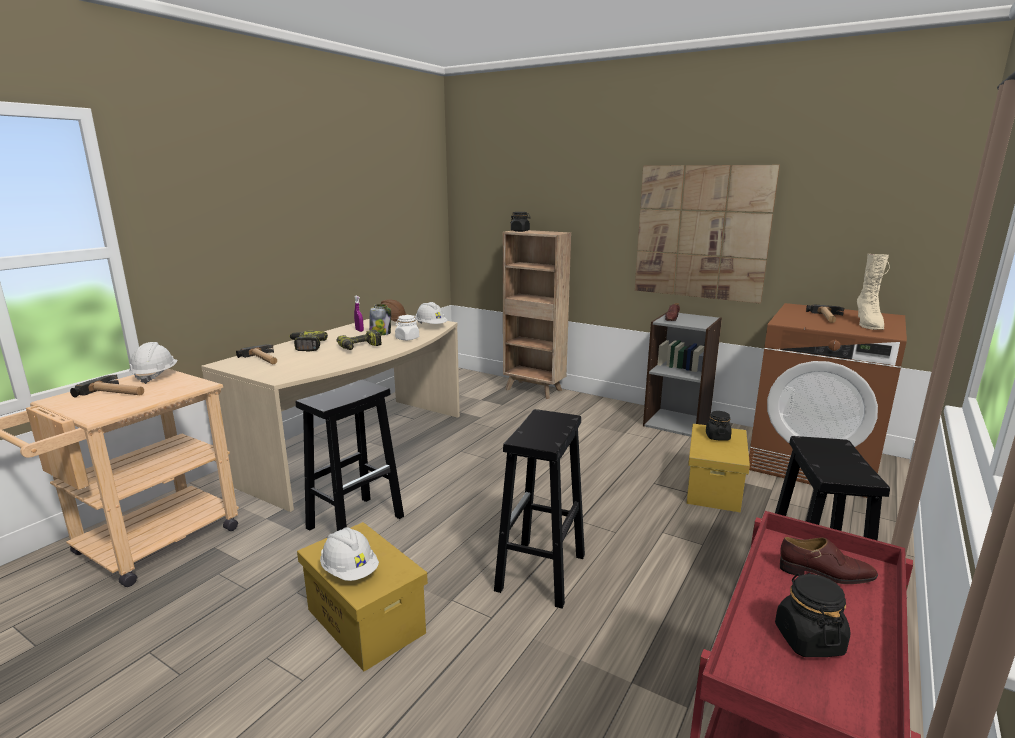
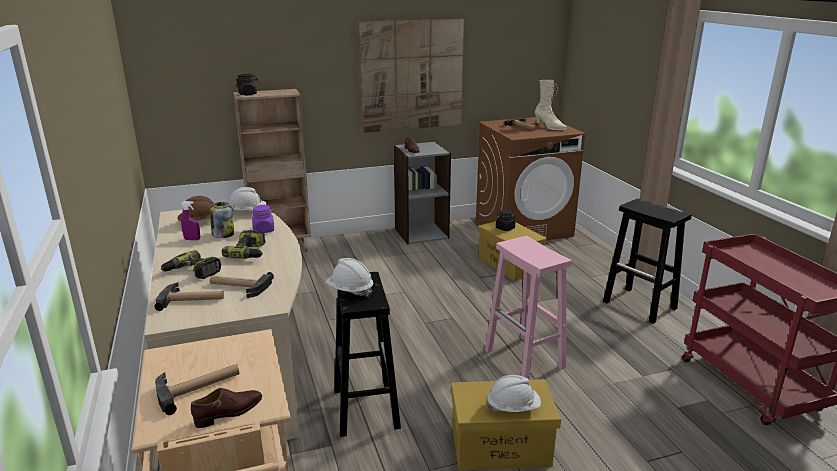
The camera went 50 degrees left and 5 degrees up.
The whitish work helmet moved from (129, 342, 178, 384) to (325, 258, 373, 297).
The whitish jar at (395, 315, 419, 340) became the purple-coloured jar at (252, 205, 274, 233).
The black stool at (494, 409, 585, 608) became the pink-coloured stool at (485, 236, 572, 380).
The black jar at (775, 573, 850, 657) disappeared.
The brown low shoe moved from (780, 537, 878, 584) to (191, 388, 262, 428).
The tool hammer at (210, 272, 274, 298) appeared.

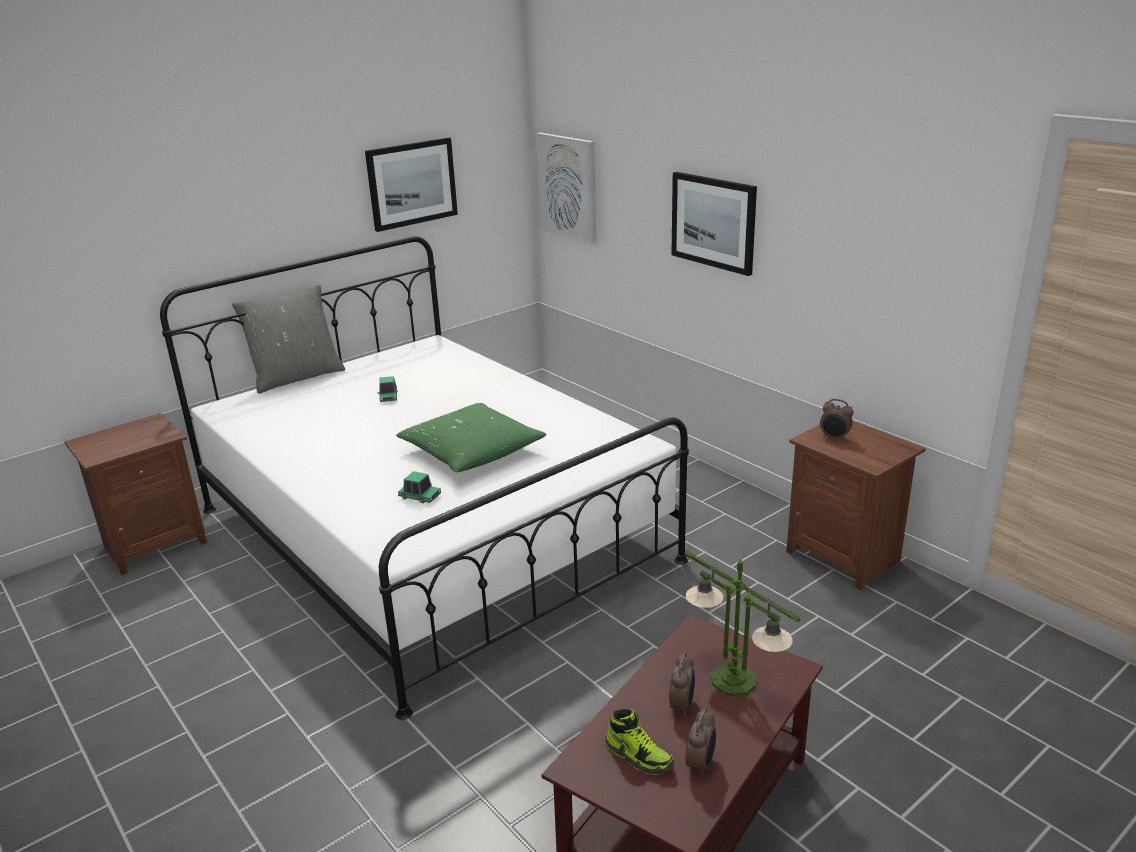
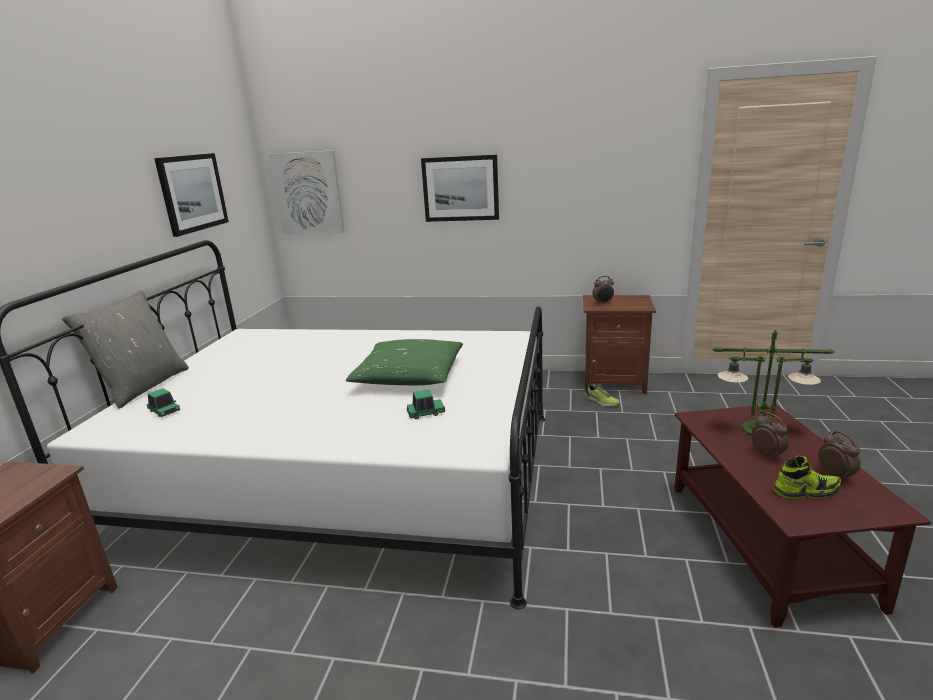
The camera went 40 degrees left and 5 degrees down.
The model car moved from (378, 376, 398, 402) to (147, 388, 180, 417).
The low shoe at (585, 384, 620, 407) appeared.

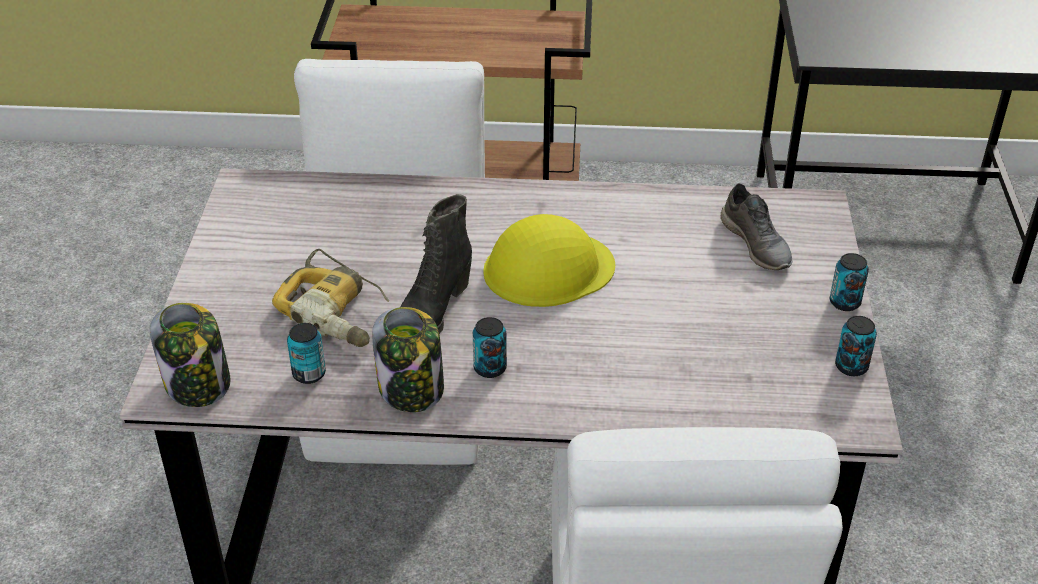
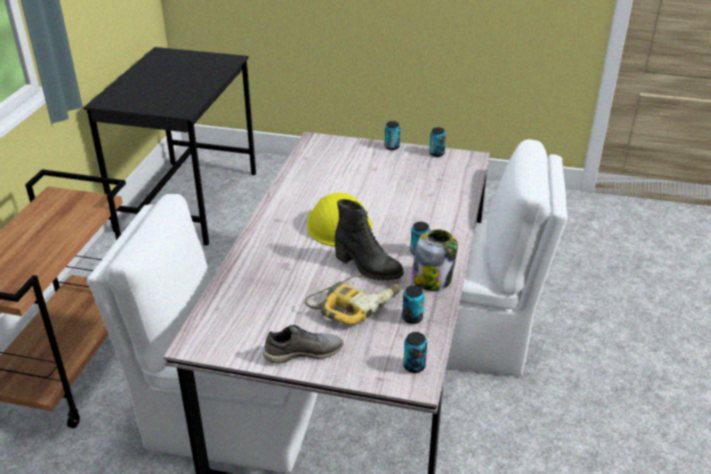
The camera went 80 degrees left and 5 degrees down.
The jar at (150, 303, 231, 407) was replaced by the sealed can at (403, 332, 427, 373).
The gray low shoe moved from (721, 183, 792, 270) to (263, 325, 344, 363).

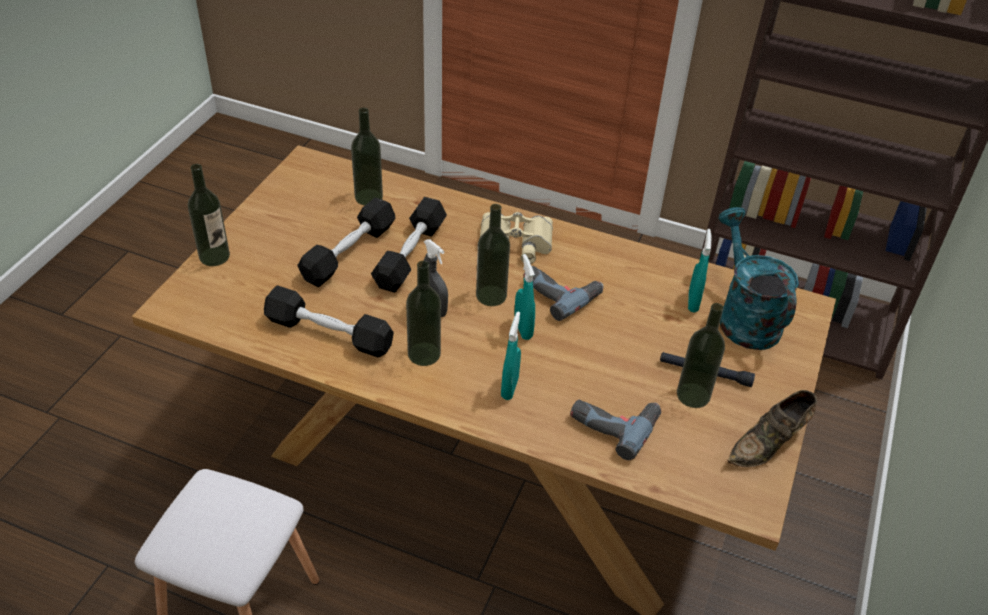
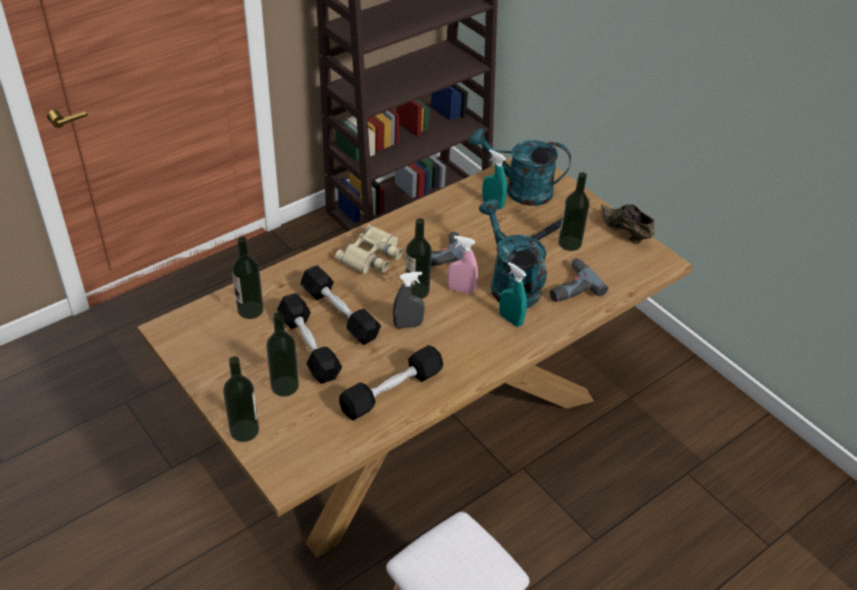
The camera went 60 degrees left and 0 degrees up.
The beverage bottle moved from (406, 261, 441, 366) to (266, 312, 299, 396).
The turquoise hand sprayer at (514, 254, 535, 340) became the pink-coloured hand sprayer at (447, 236, 478, 294).
The brown low shoe at (728, 390, 817, 467) turned 150 degrees clockwise.
The turquoise watering pot at (479, 199, 547, 308) appeared.

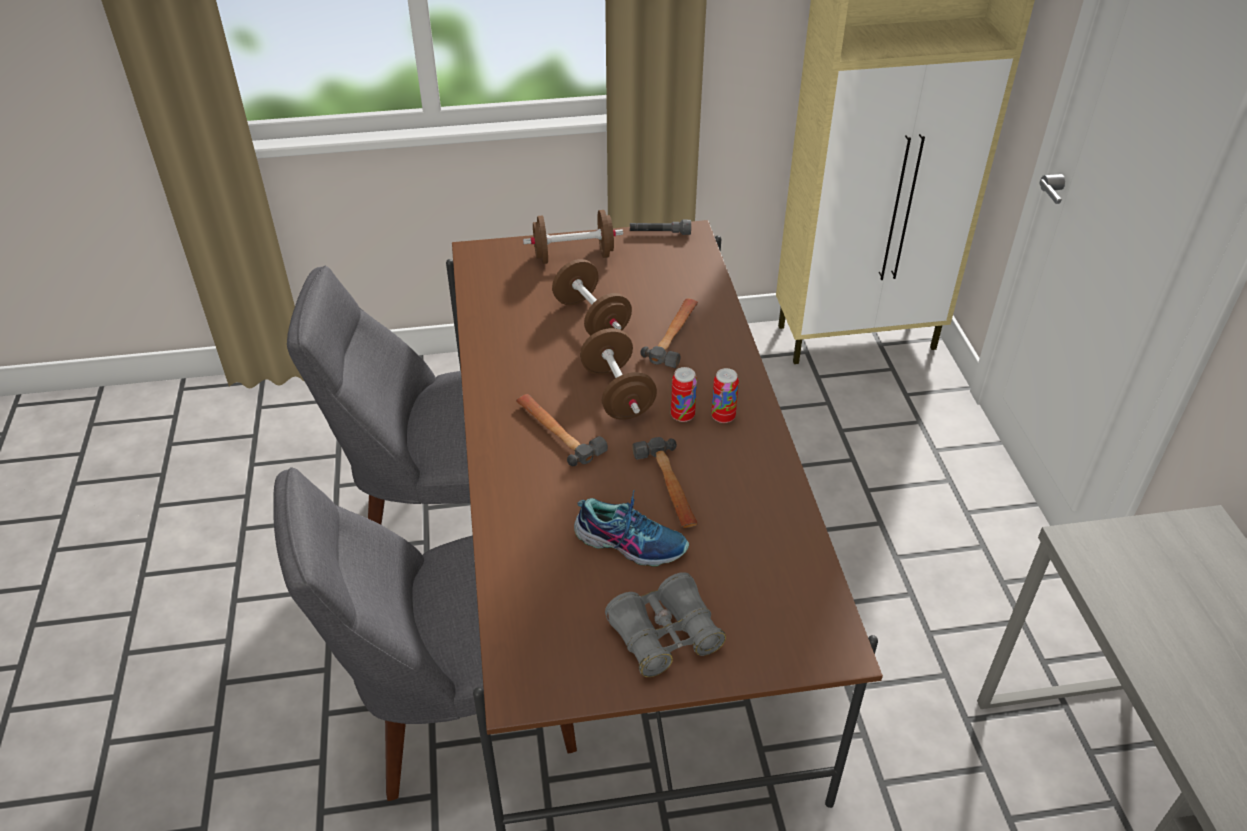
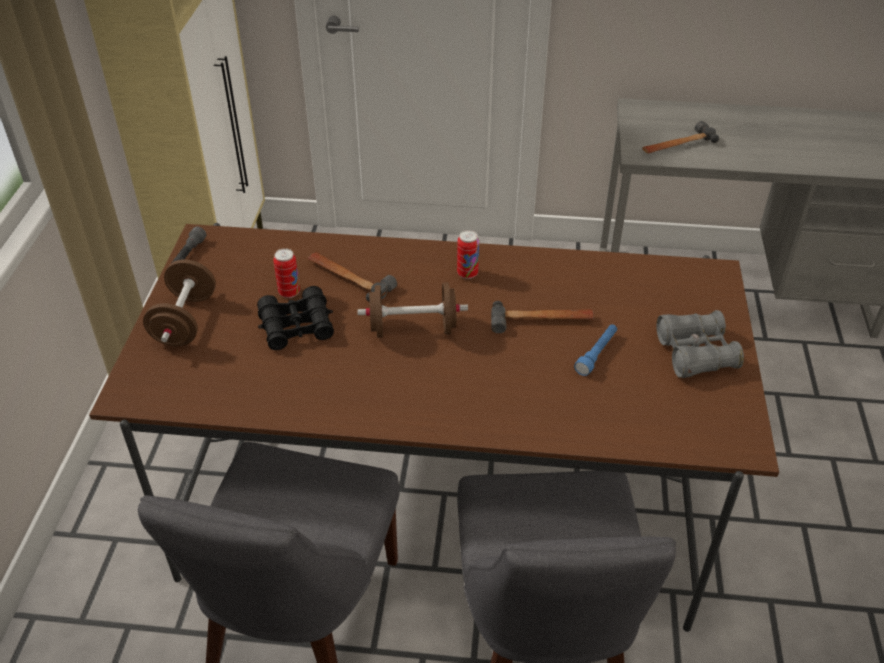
The camera went 75 degrees left and 0 degrees up.
The tool hammer moved from (516, 394, 608, 466) to (642, 121, 719, 153).
The brown free weight at (552, 259, 632, 336) was replaced by the black pair of binoculars at (257, 286, 334, 350).
The low shoe at (574, 490, 689, 567) was replaced by the bluish flashlight at (574, 324, 617, 376).
The sealed can moved from (671, 367, 697, 422) to (273, 248, 300, 298).

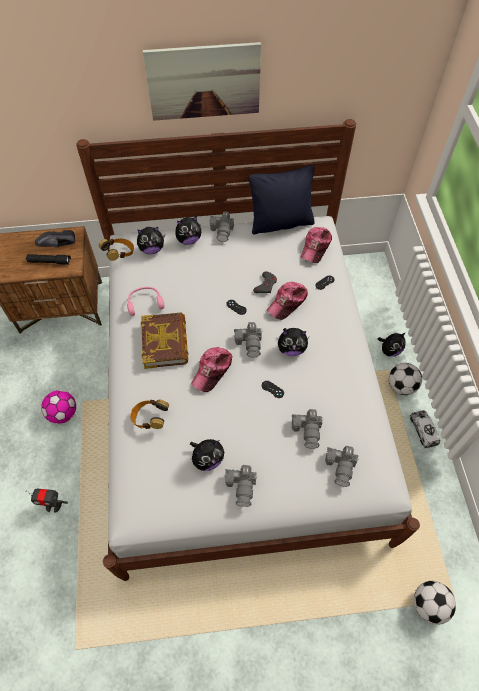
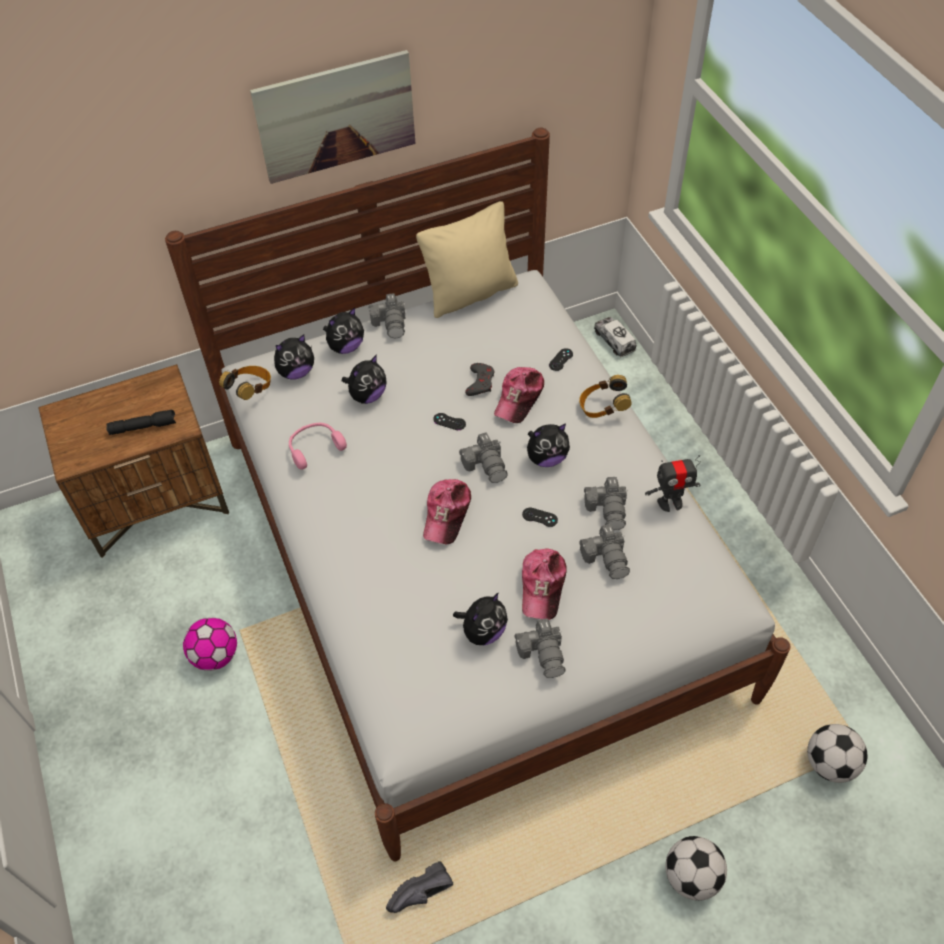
The camera went 15 degrees left and 5 degrees down.
The model robot moved from (26, 489, 68, 513) to (645, 455, 701, 512).
The black low shoe moved from (35, 230, 75, 248) to (386, 861, 453, 913).
The headset moved from (130, 399, 169, 429) to (579, 375, 632, 418).
The volume at (141, 313, 188, 369) disappeared.
The black pillow at (248, 165, 315, 235) became the sand-coloured pillow at (416, 201, 518, 318).
The cap moved from (301, 227, 332, 263) to (522, 548, 567, 620).
The photo camera moved from (325, 446, 359, 487) to (584, 477, 628, 530).
The soft toy moved from (378, 333, 406, 357) to (342, 354, 387, 404).
The football ball moved from (389, 363, 422, 395) to (665, 836, 727, 901).
The model truck moved from (410, 410, 440, 449) to (594, 317, 636, 358).

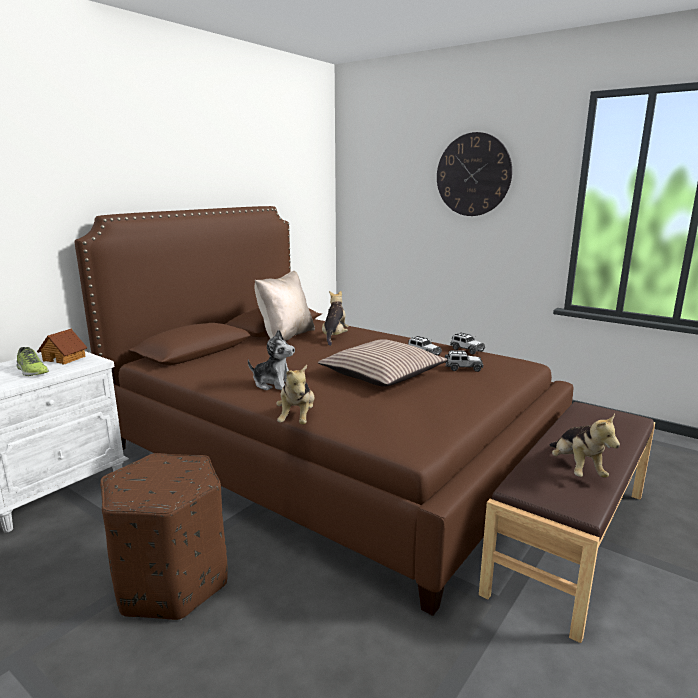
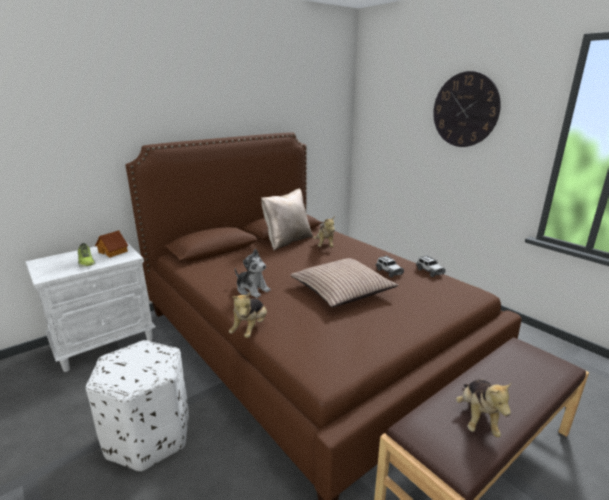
The camera went 15 degrees right and 5 degrees up.
The brown footrest at (100, 453, 228, 620) became the whitish footrest at (86, 340, 189, 472).
The soft toy at (322, 291, 349, 346) turned 150 degrees clockwise.
The model car at (445, 350, 484, 372) disappeared.

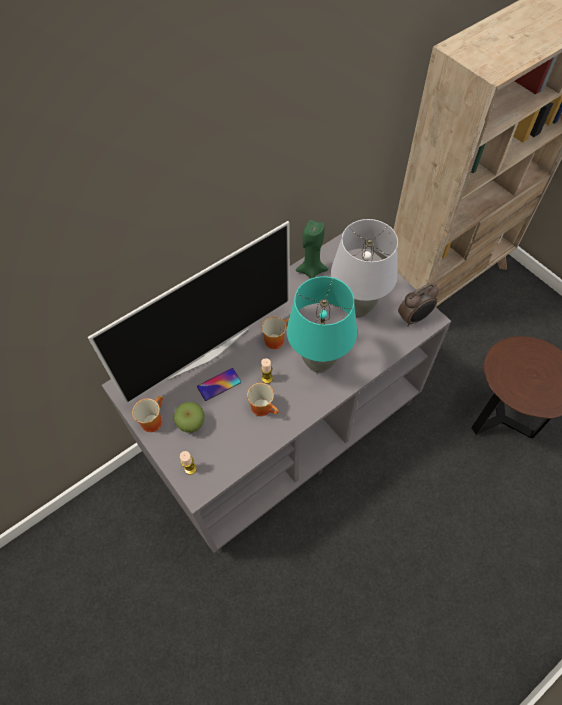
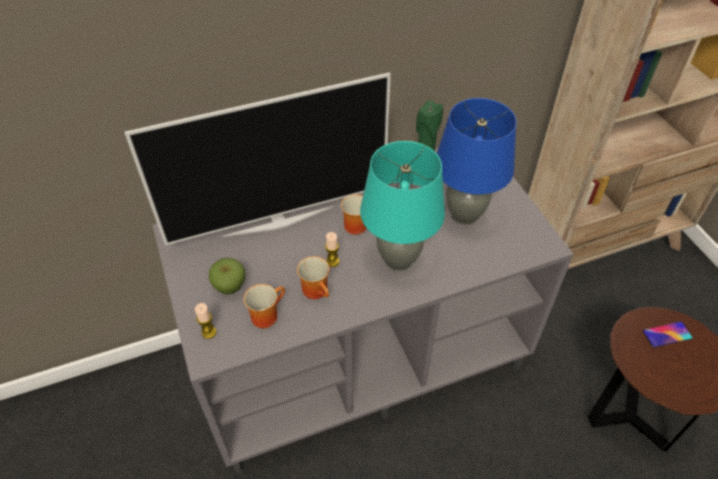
The camera went 15 degrees right and 10 degrees down.
The coffee mug moved from (132, 396, 163, 432) to (244, 284, 285, 328).
The telephone moved from (197, 368, 241, 401) to (643, 321, 693, 348).
The gray tabletop lamp at (331, 219, 398, 317) became the bluish tabletop lamp at (437, 98, 517, 225).
The alarm clock at (398, 283, 439, 327) disappeared.

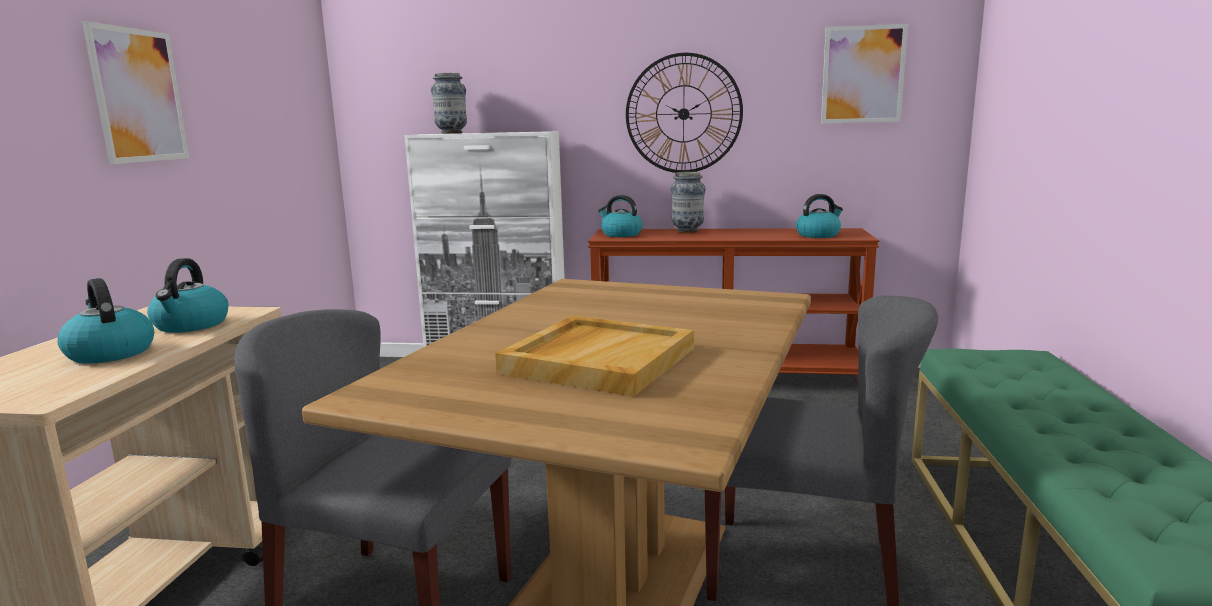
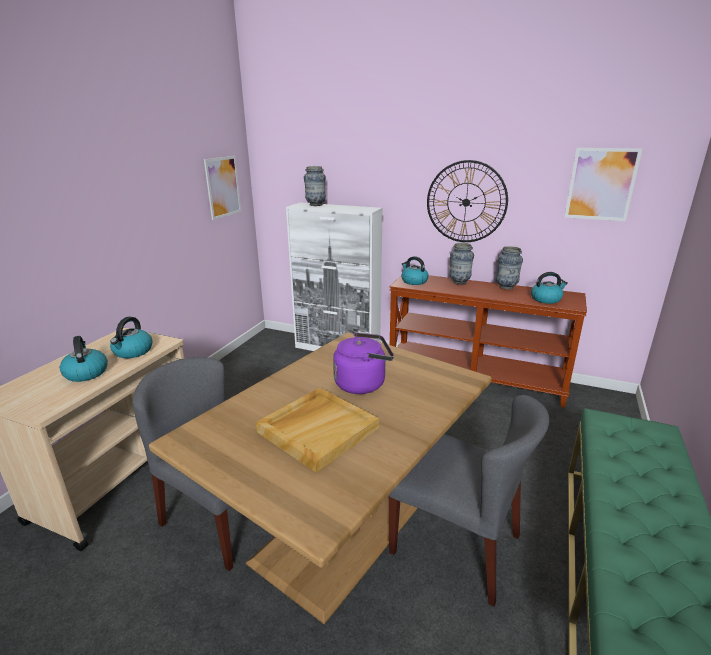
The camera went 15 degrees right and 10 degrees up.
The picture moved from (82, 21, 189, 164) to (204, 156, 241, 220).
The purple-coloured kettle at (333, 332, 394, 394) appeared.
The decorative vase at (496, 246, 523, 290) appeared.

